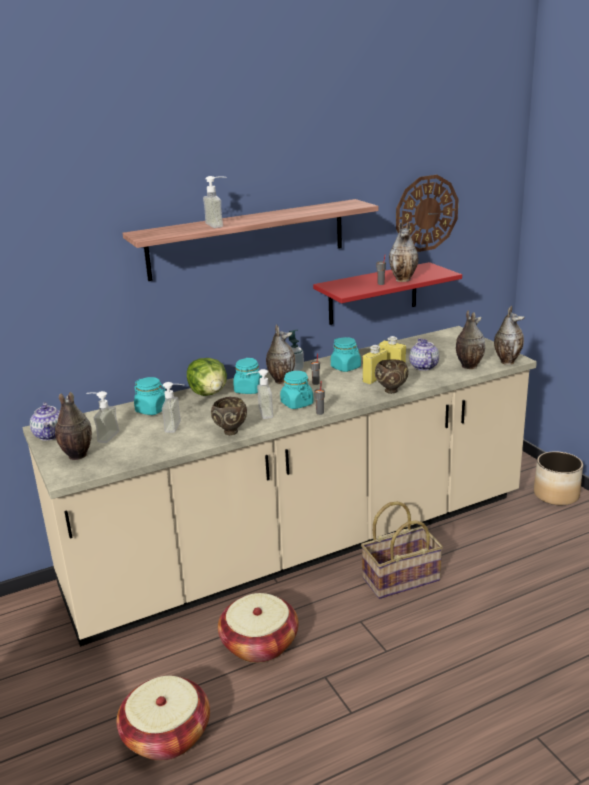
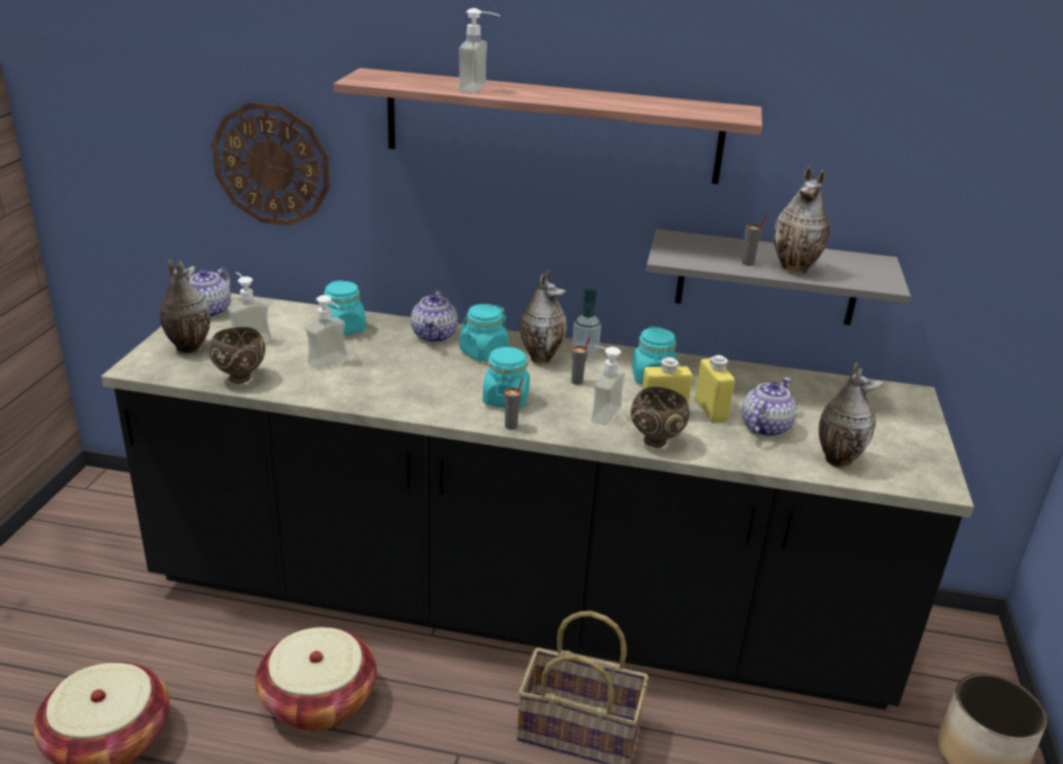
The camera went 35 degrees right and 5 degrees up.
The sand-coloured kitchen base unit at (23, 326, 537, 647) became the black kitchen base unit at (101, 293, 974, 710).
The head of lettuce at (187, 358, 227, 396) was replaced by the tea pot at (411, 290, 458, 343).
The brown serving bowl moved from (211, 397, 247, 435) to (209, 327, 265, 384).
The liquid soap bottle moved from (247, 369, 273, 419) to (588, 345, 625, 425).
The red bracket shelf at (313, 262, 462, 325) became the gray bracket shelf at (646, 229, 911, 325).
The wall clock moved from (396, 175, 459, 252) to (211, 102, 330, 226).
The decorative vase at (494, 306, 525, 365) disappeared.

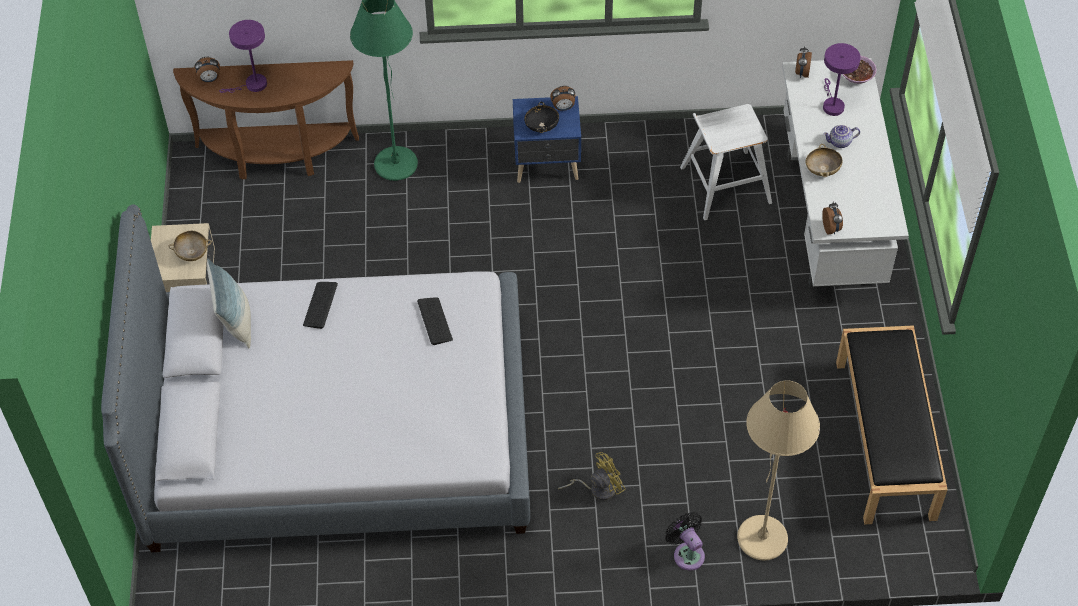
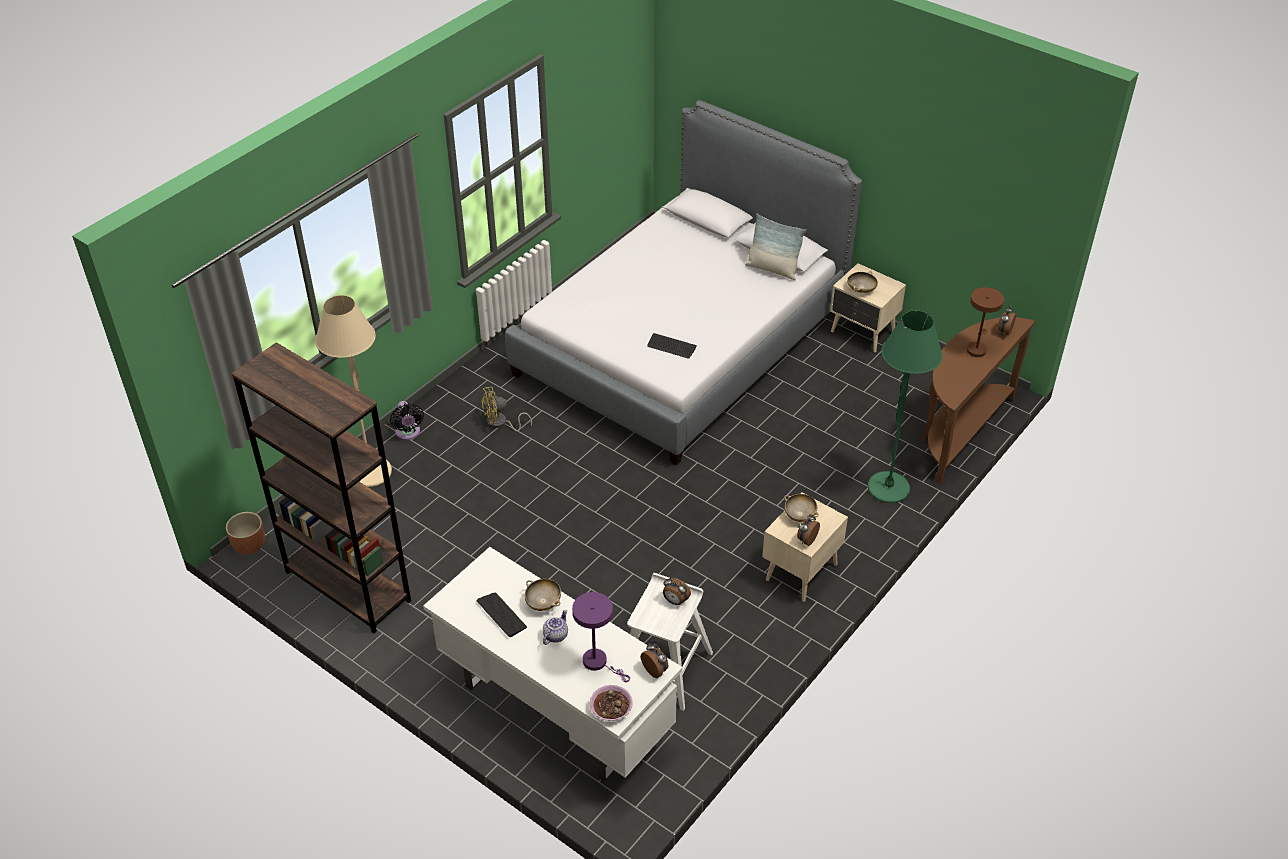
The camera went 130 degrees right and 10 degrees down.
The purple-coloured tabletop lamp at (219, 20, 267, 93) became the brown tabletop lamp at (967, 287, 1004, 357).
The computer keyboard moved from (303, 282, 338, 329) to (477, 593, 527, 637).
The bluish nightstand at (513, 96, 581, 183) became the sand-coloured nightstand at (762, 493, 848, 602).
The black serving bowl at (524, 102, 559, 133) became the sand-coloured serving bowl at (784, 494, 819, 522).
The yellow-coloured electric fan at (558, 452, 626, 500) turned 60 degrees clockwise.
The black electric fan at (665, 512, 705, 571) turned 60 degrees clockwise.
The alarm clock moved from (822, 202, 843, 234) to (663, 577, 691, 605).
The black bench at (836, 325, 948, 524) was replaced by the brown bookcase at (231, 342, 411, 634).
The brown flower pot at (226, 512, 265, 554) appeared.

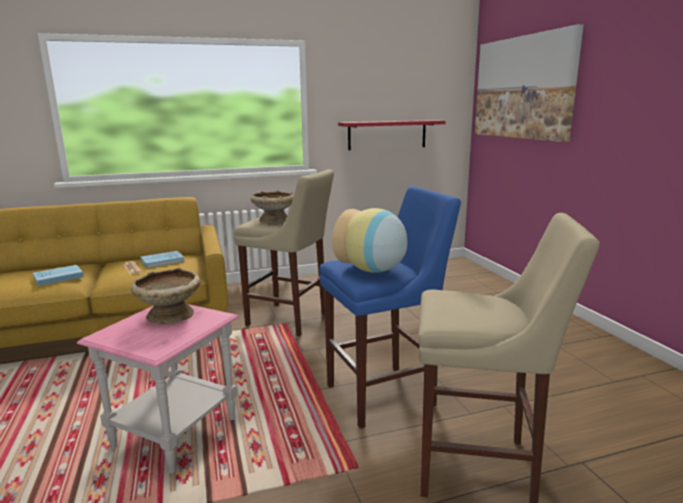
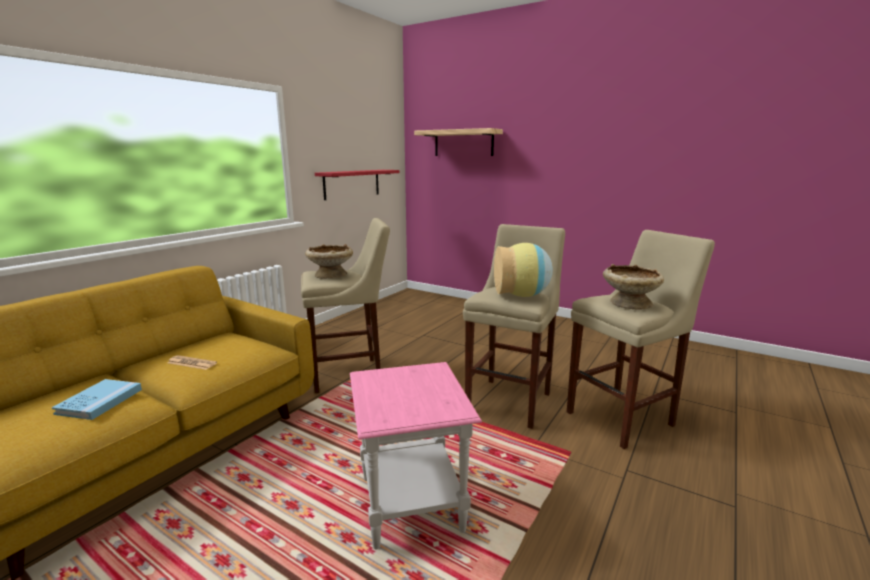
The camera went 40 degrees left and 0 degrees up.
The sand-coloured serving bowl moved from (131, 267, 200, 324) to (603, 264, 664, 310).
The bluish volume at (140, 251, 185, 268) disappeared.
The bluish stool at (319, 186, 461, 428) became the sand-coloured stool at (463, 224, 565, 429).
The picture at (475, 24, 584, 142) was replaced by the bracket shelf at (414, 128, 503, 156).

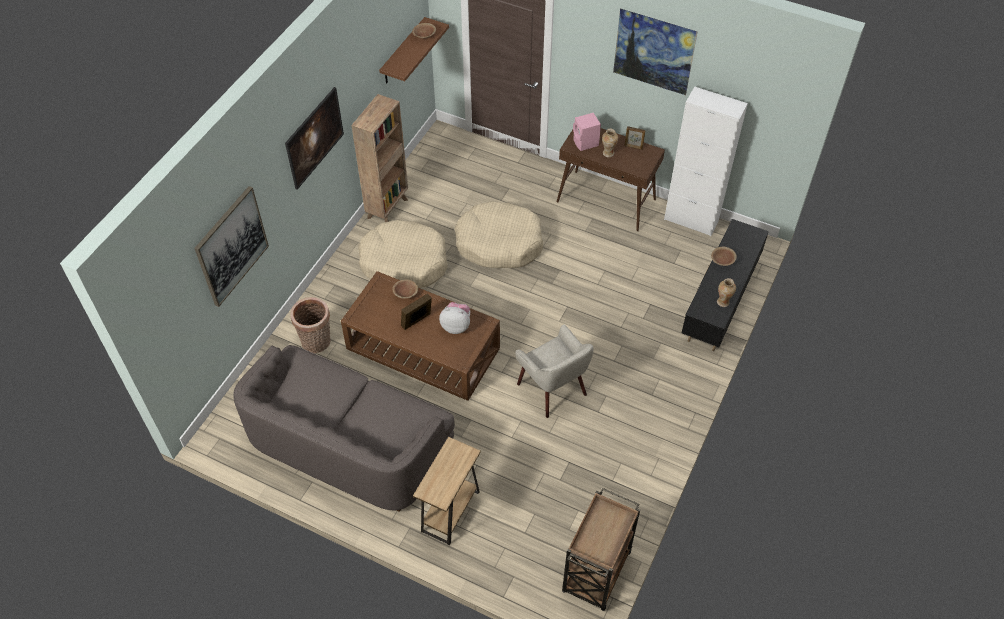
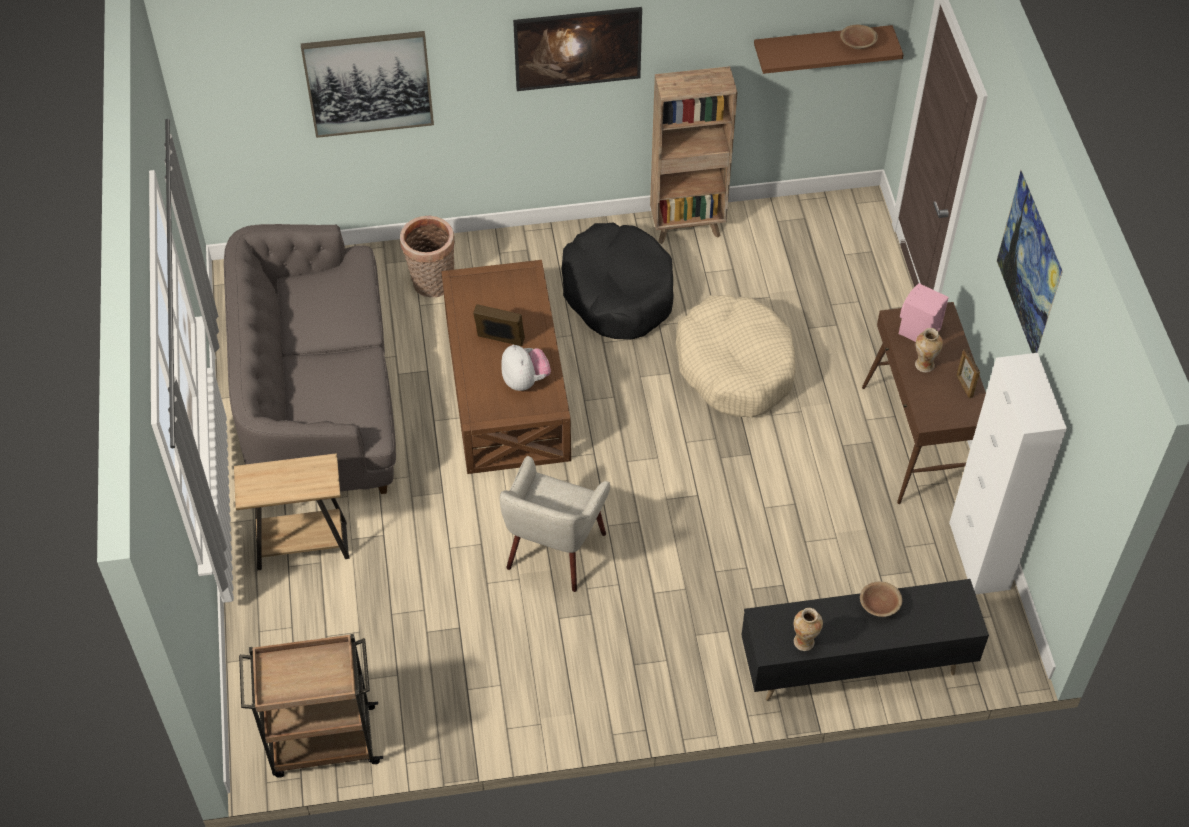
The camera went 55 degrees right and 0 degrees up.
The sand-coloured dog cushion at (358, 220, 447, 288) became the black dog cushion at (561, 223, 674, 340).
The brown serving bowl at (393, 279, 418, 299) disappeared.

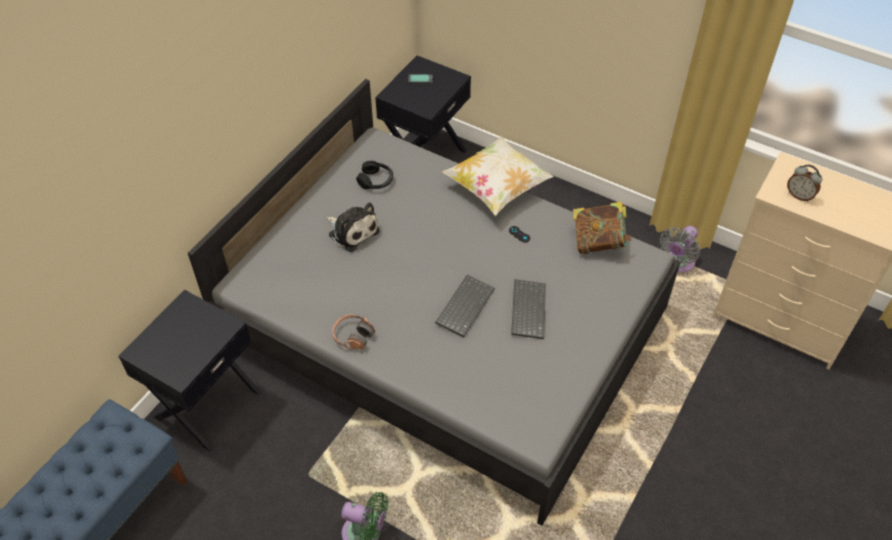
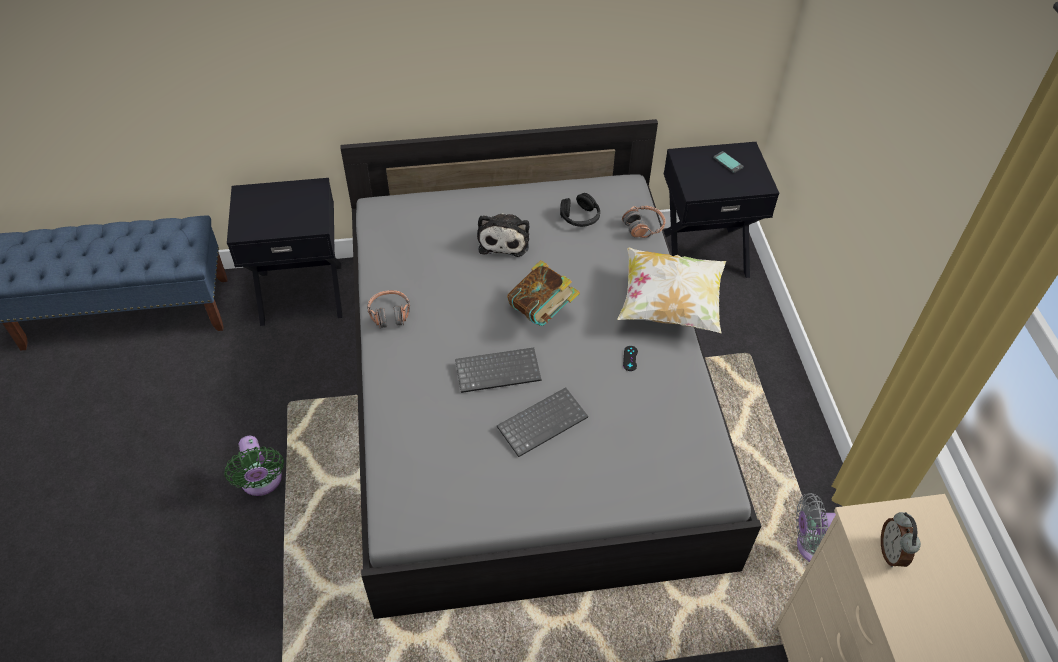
The camera went 50 degrees right and 0 degrees up.
The volume moved from (573, 201, 632, 254) to (507, 260, 580, 326).
The headset at (622, 206, 665, 238) appeared.

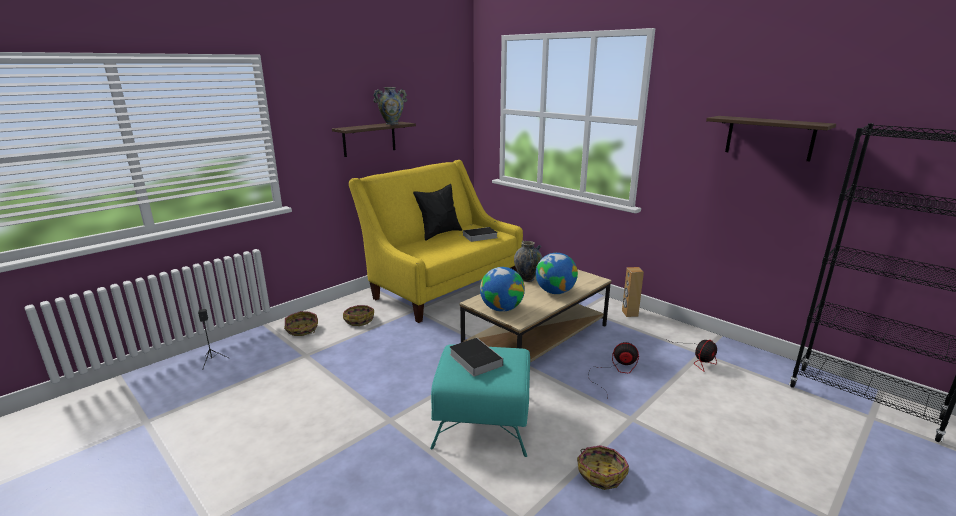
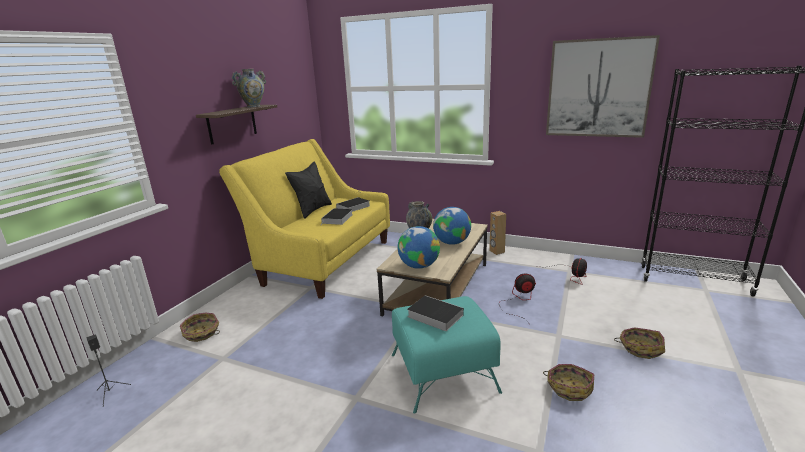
The camera went 20 degrees left and 0 degrees up.
The household basket moved from (343, 305, 374, 326) to (614, 327, 665, 359).
The bracket shelf at (706, 116, 836, 162) was replaced by the picture at (546, 35, 660, 138).
The volume at (321, 208, 353, 226) appeared.

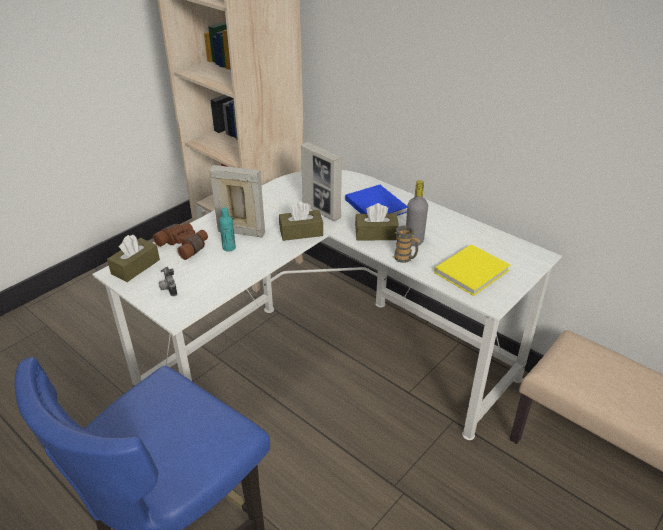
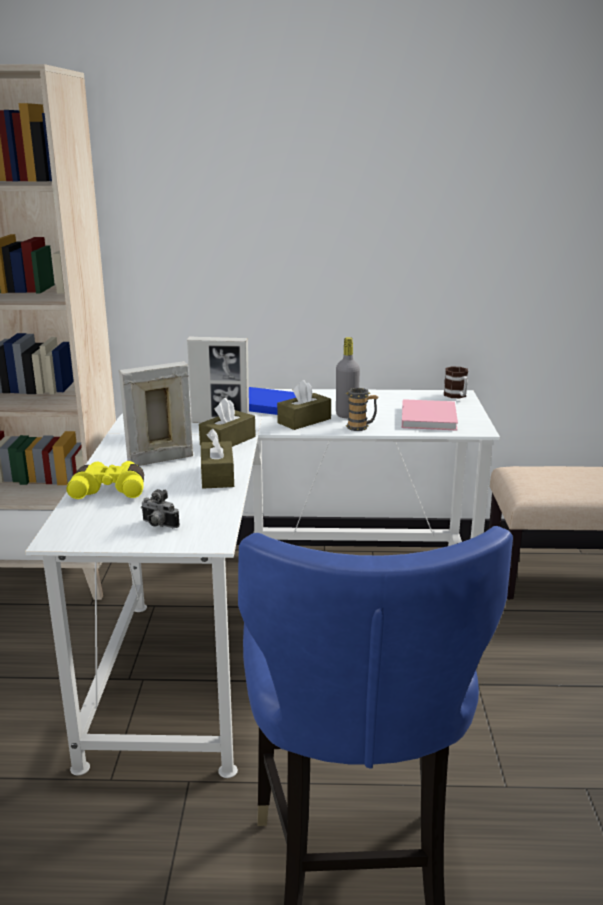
The camera went 40 degrees left and 15 degrees down.
The brown box of tissues moved from (107, 235, 160, 282) to (201, 429, 234, 489).
The brown pair of binoculars at (153, 222, 208, 260) became the yellow-coloured pair of binoculars at (66, 461, 144, 499).
The turquoise beverage bottle at (219, 207, 236, 252) disappeared.
The yellow-coloured volume at (434, 244, 510, 296) became the pink-coloured volume at (402, 399, 458, 430).
The coffee mug at (444, 366, 468, 398) appeared.

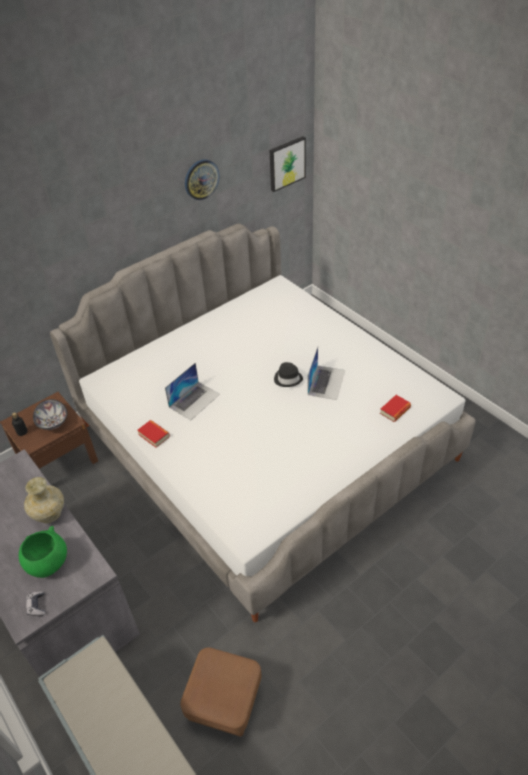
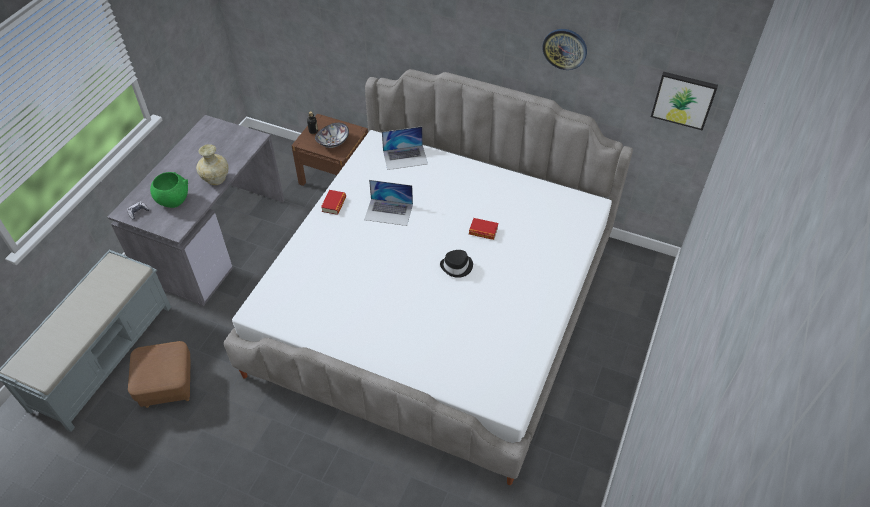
The camera went 60 degrees right and 5 degrees up.
The laptop moved from (308, 347, 345, 400) to (382, 126, 428, 170).
The volume moved from (380, 395, 411, 422) to (469, 218, 498, 240).

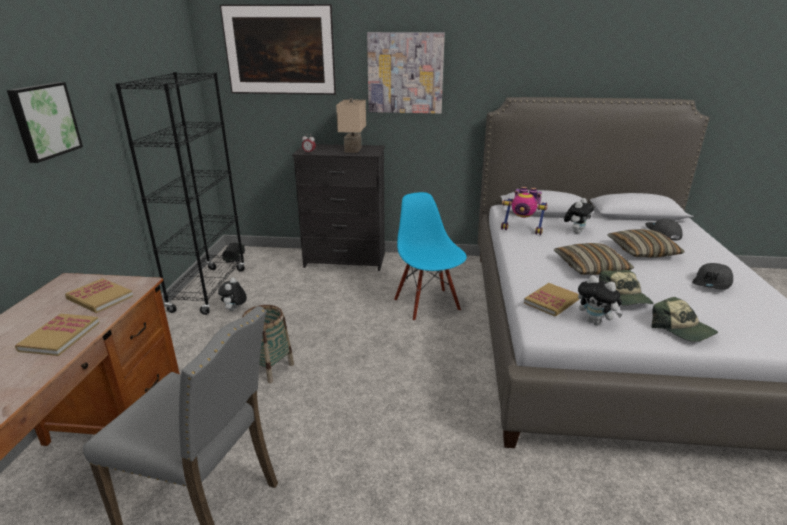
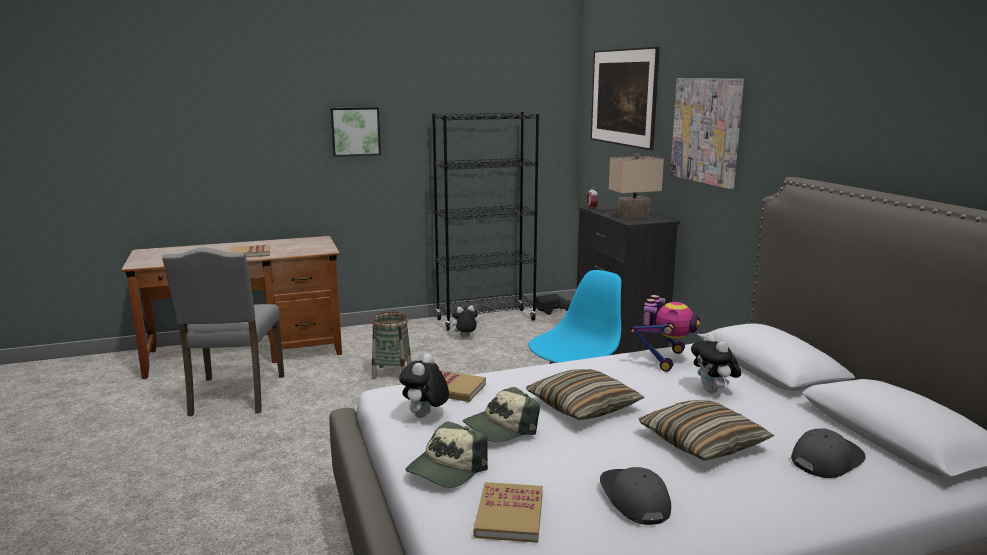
The camera went 65 degrees right and 10 degrees down.
The volume moved from (65, 278, 133, 313) to (473, 482, 543, 543).
The model robot at (501, 187, 547, 235) turned 150 degrees counterclockwise.
The soft toy at (564, 198, 594, 234) turned 60 degrees clockwise.
The gray cap at (692, 263, 733, 290) turned 60 degrees clockwise.

